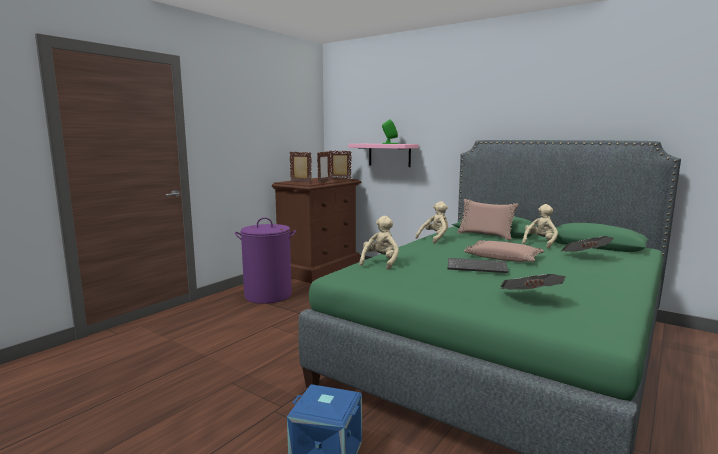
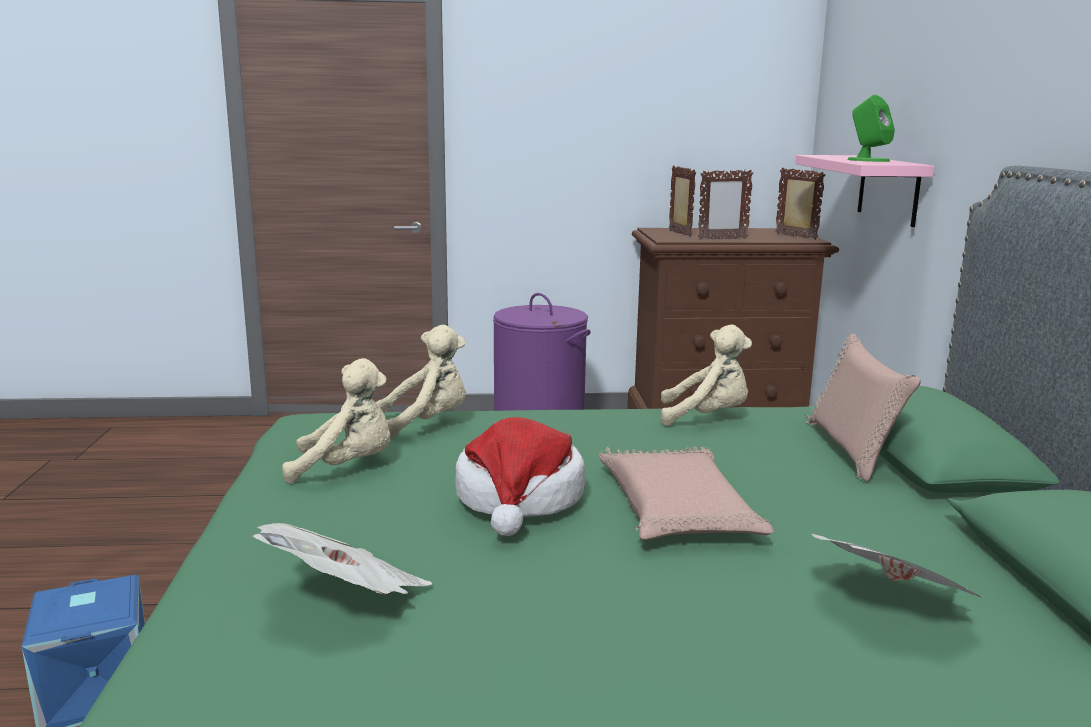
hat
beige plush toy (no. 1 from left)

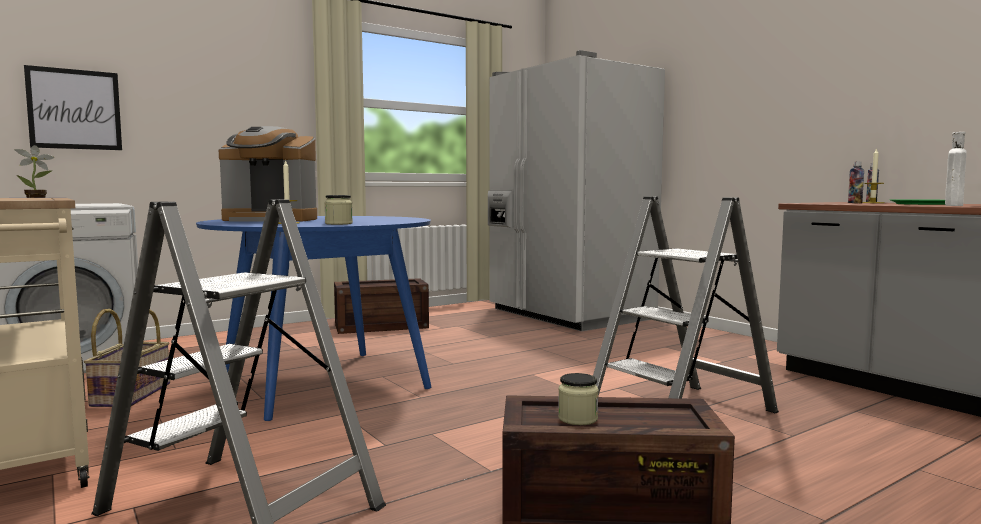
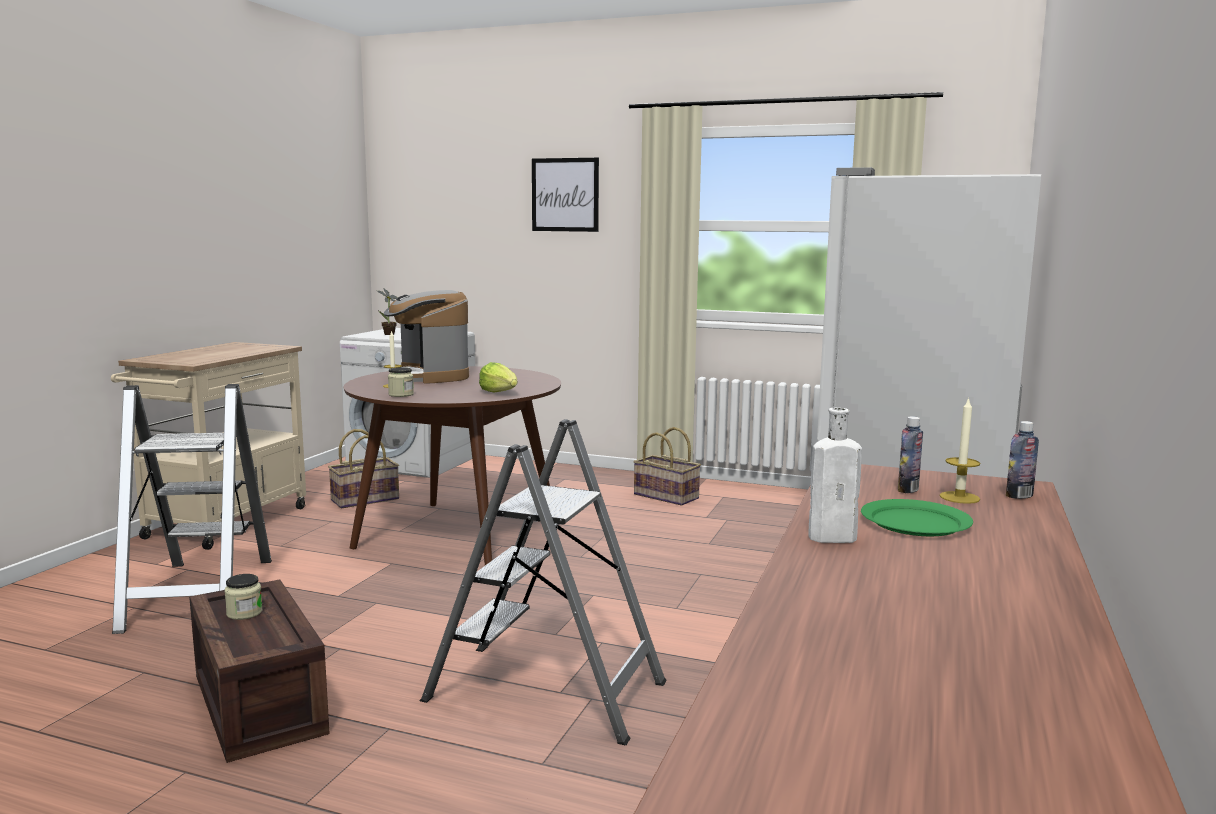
picture
brown dining table
basket (no. 2 from left)
lettuce

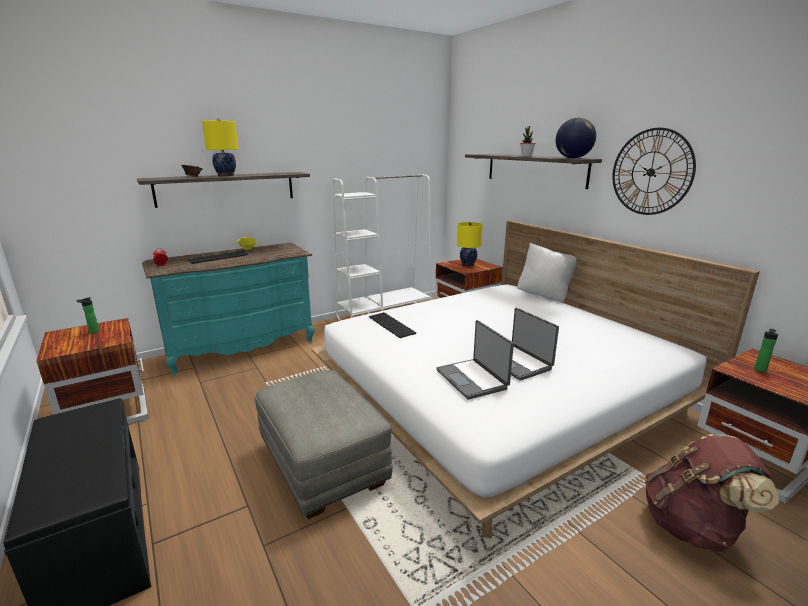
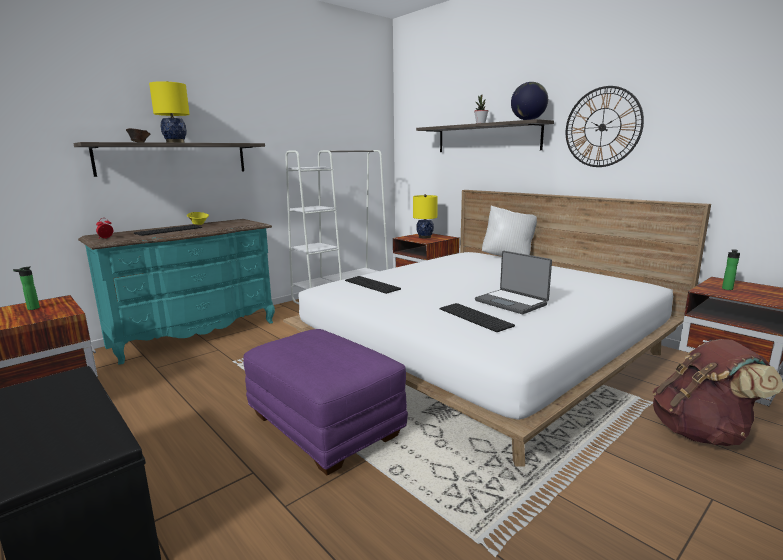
purple ottoman
keyboard (no. 3 from left)

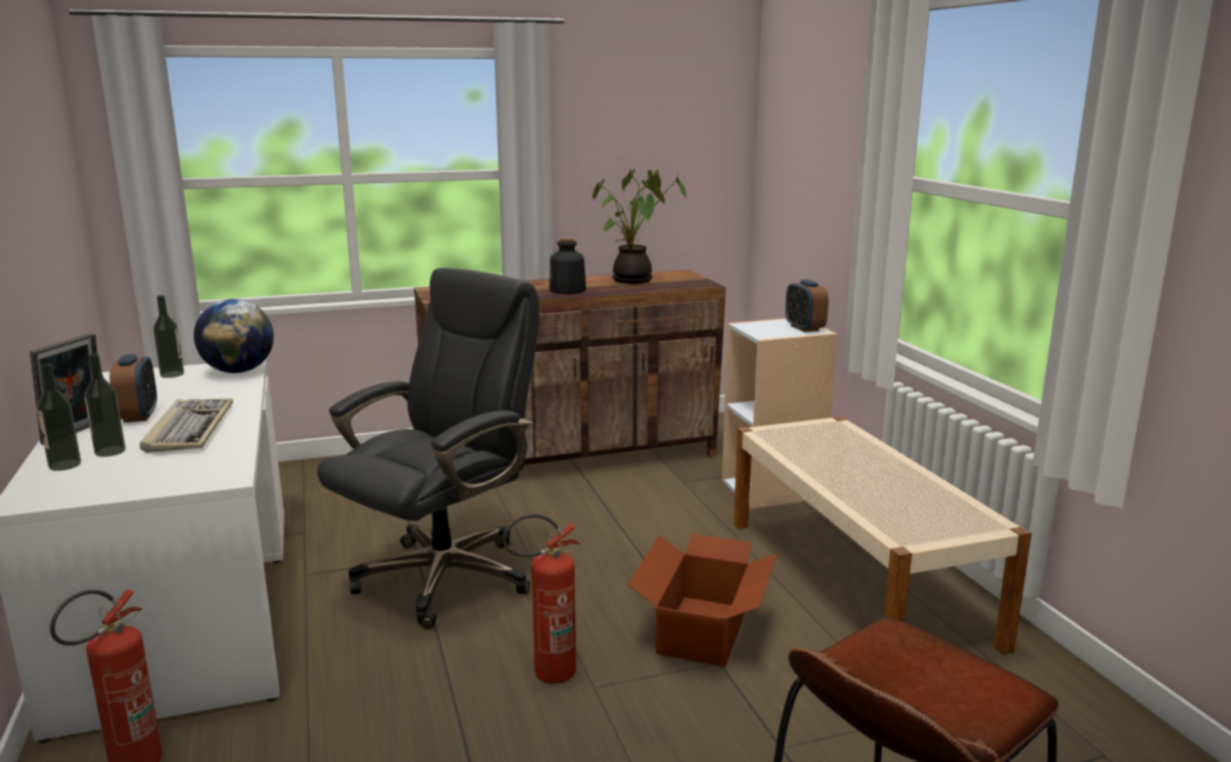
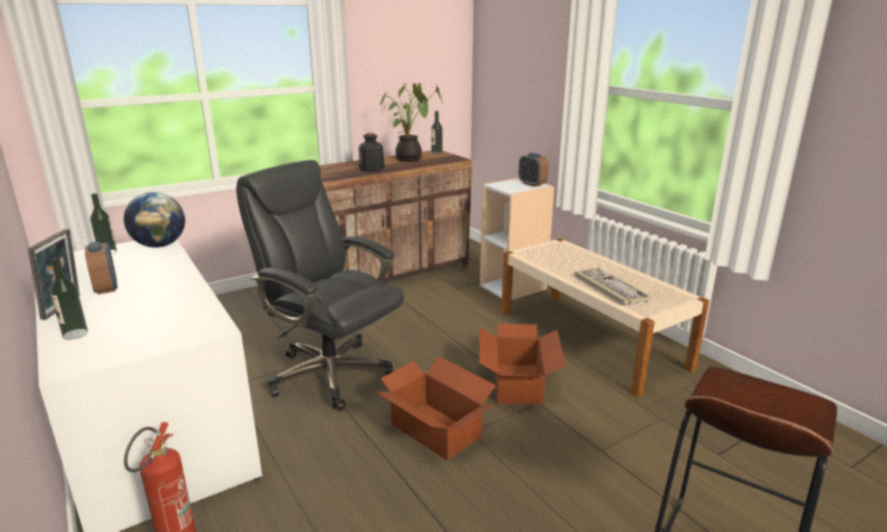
bottle (no. 4 from left)
keyboard
black office chair
cardboard box (no. 1 from left)

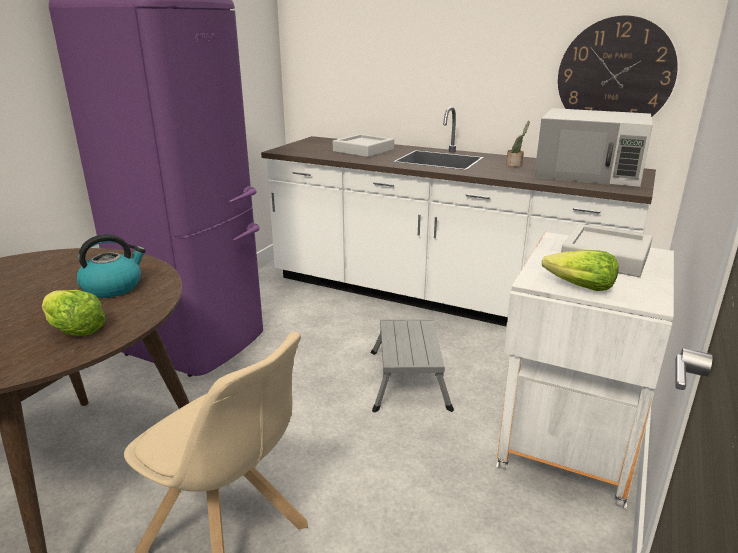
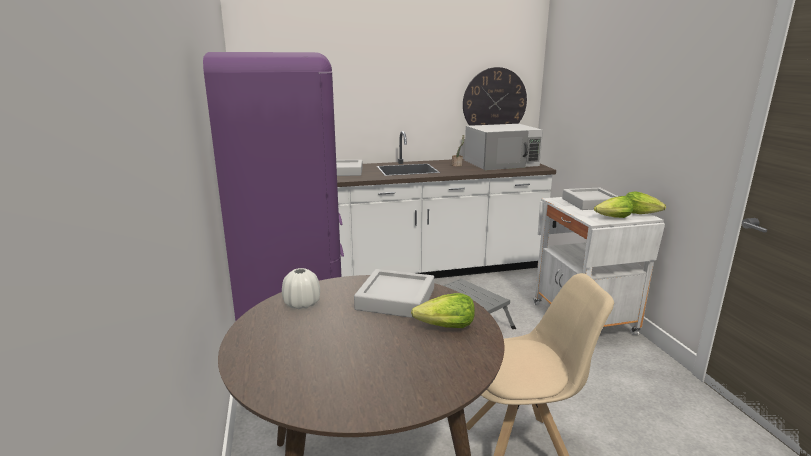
grey tray (no. 2 from left)
white vase
lettuce (no. 3 from left)

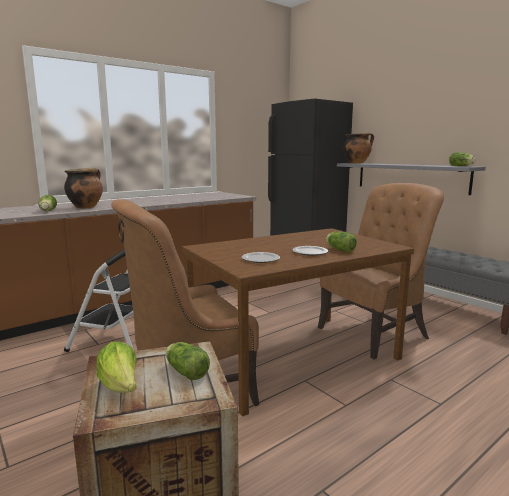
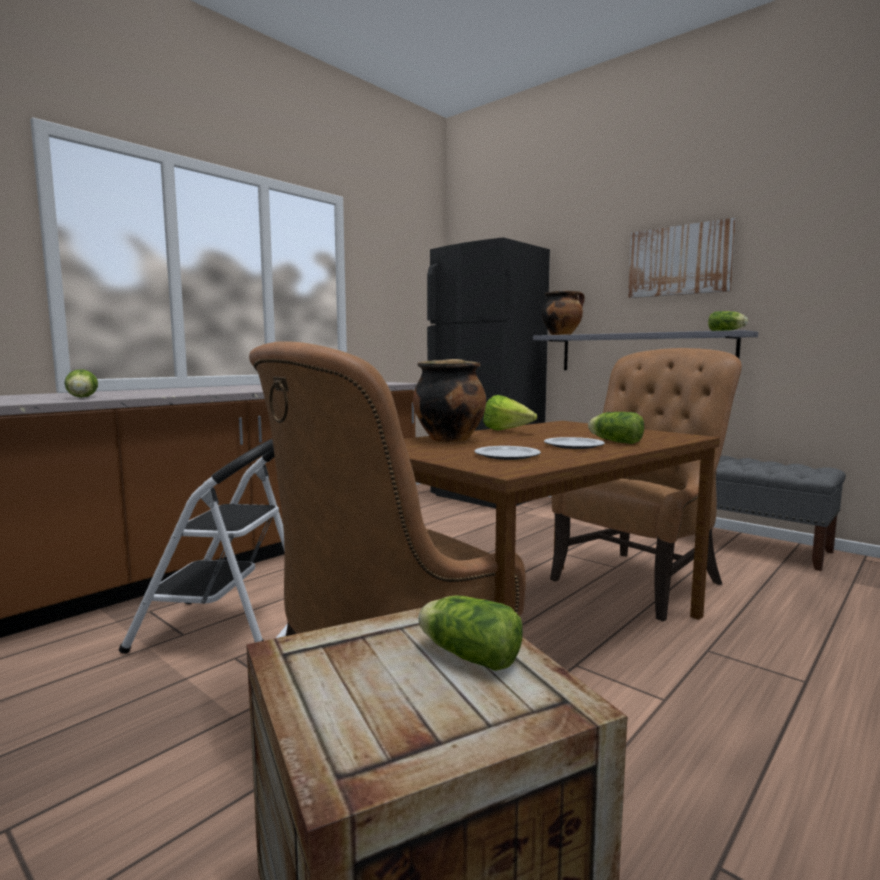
cooking pot (no. 1 from left)
lettuce (no. 3 from left)
picture

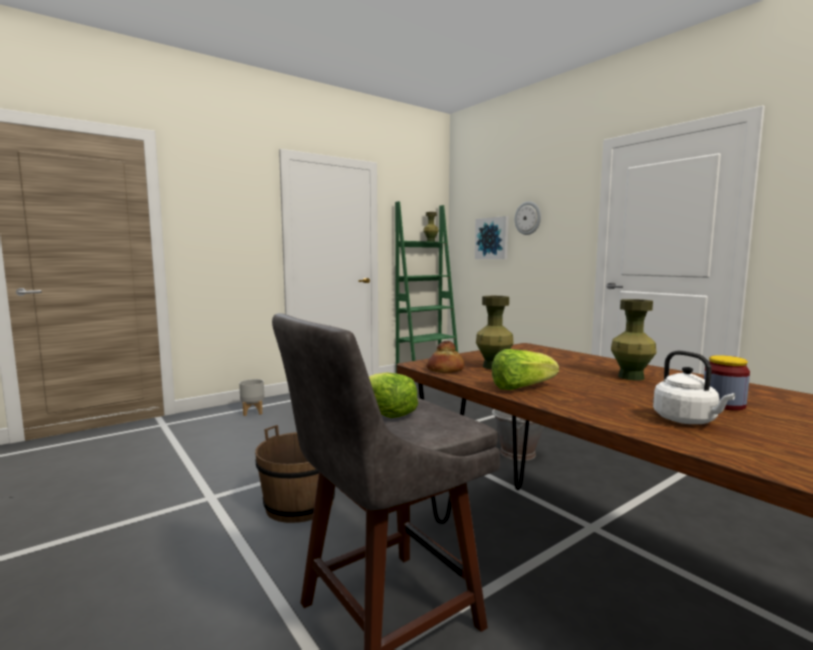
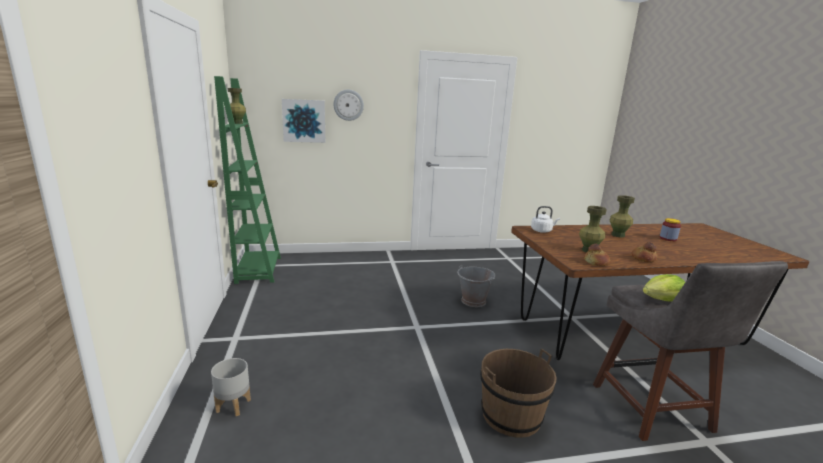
bread (no. 2 from left)
white kettle

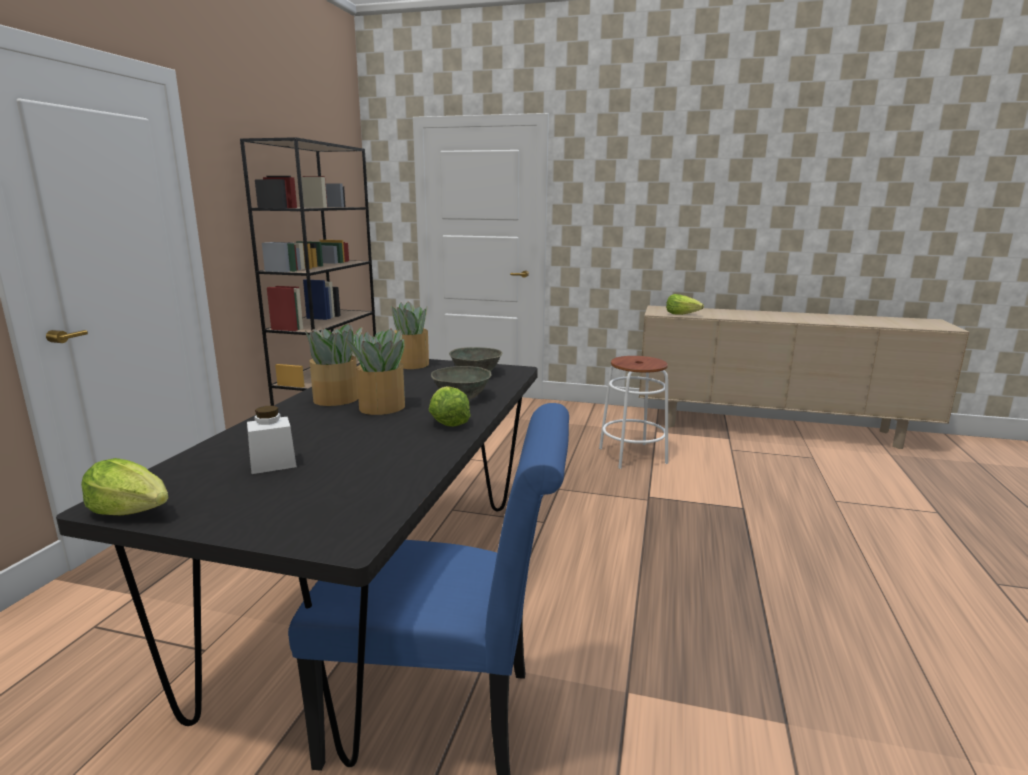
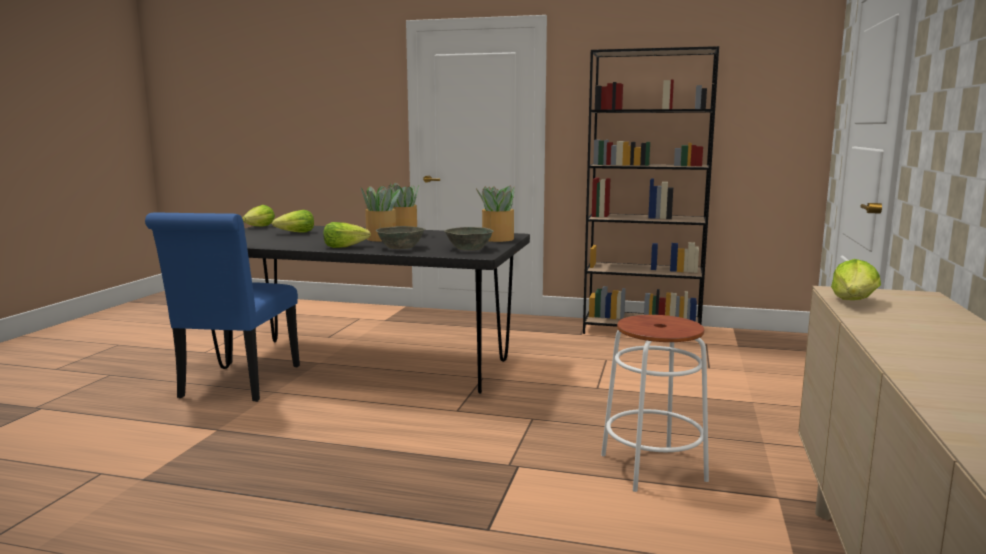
lettuce (no. 2 from left)

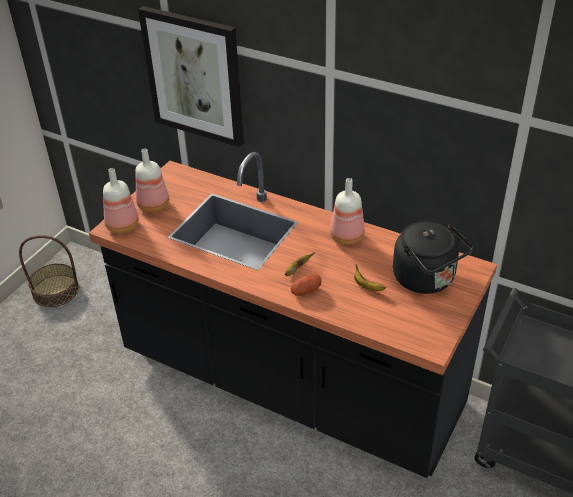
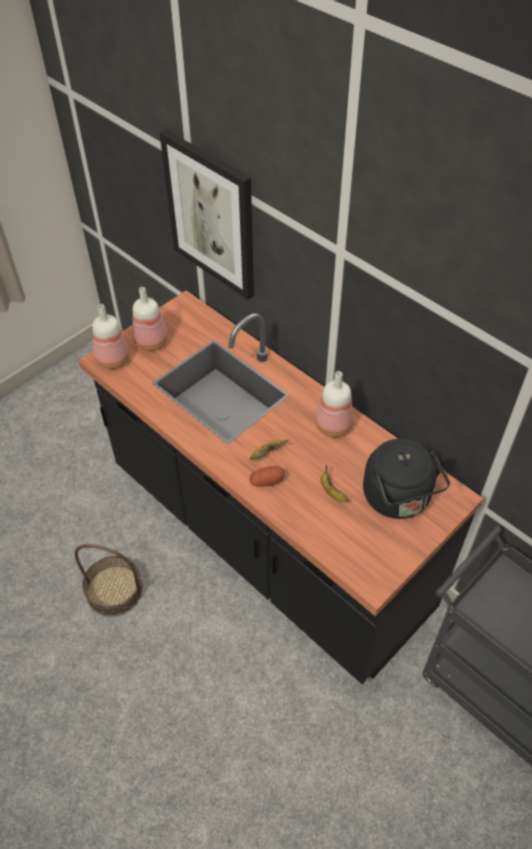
basket

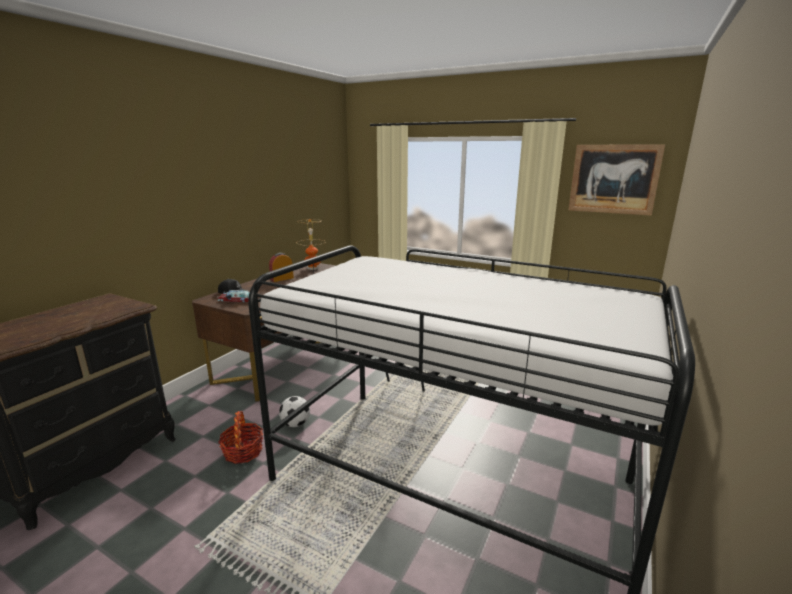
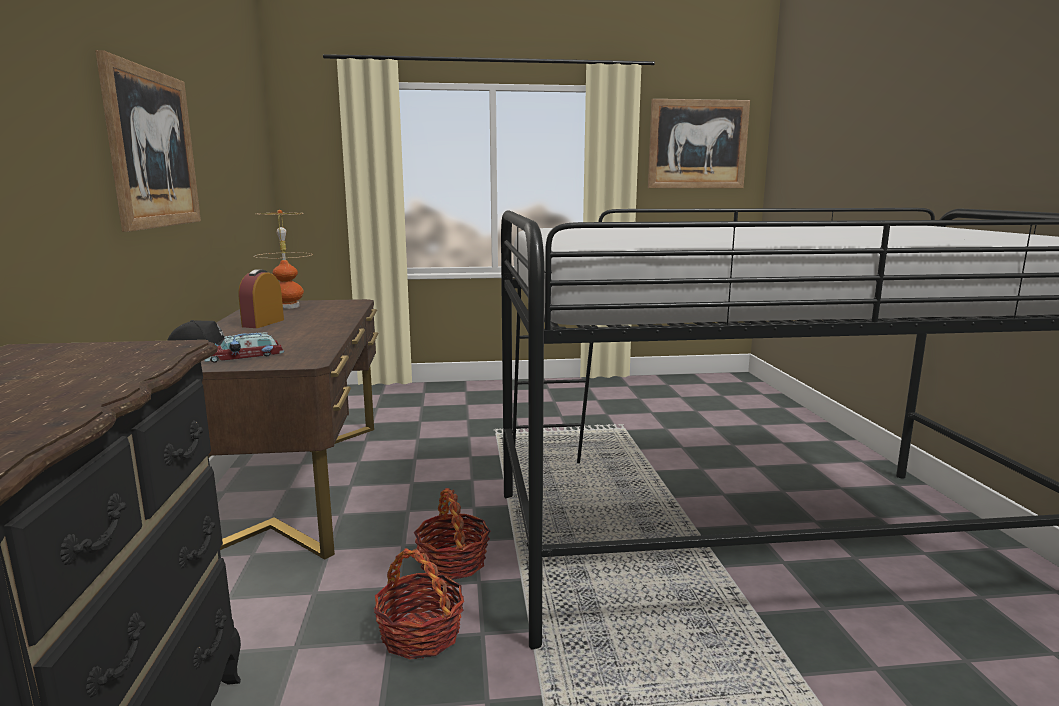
basket (no. 2 from left)
picture (no. 1 from left)

